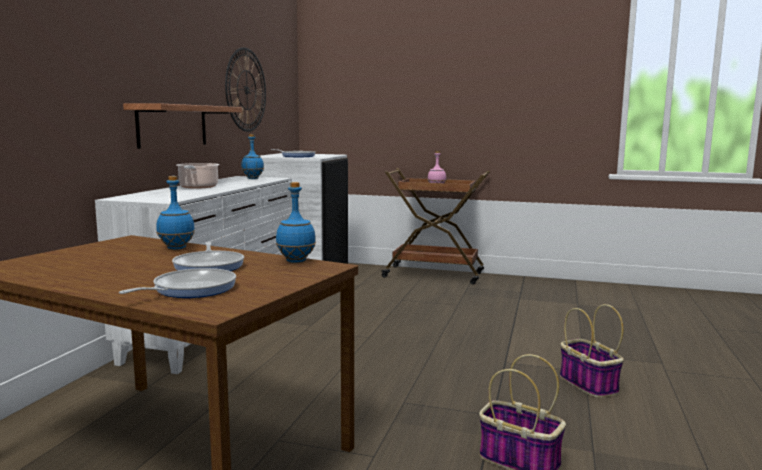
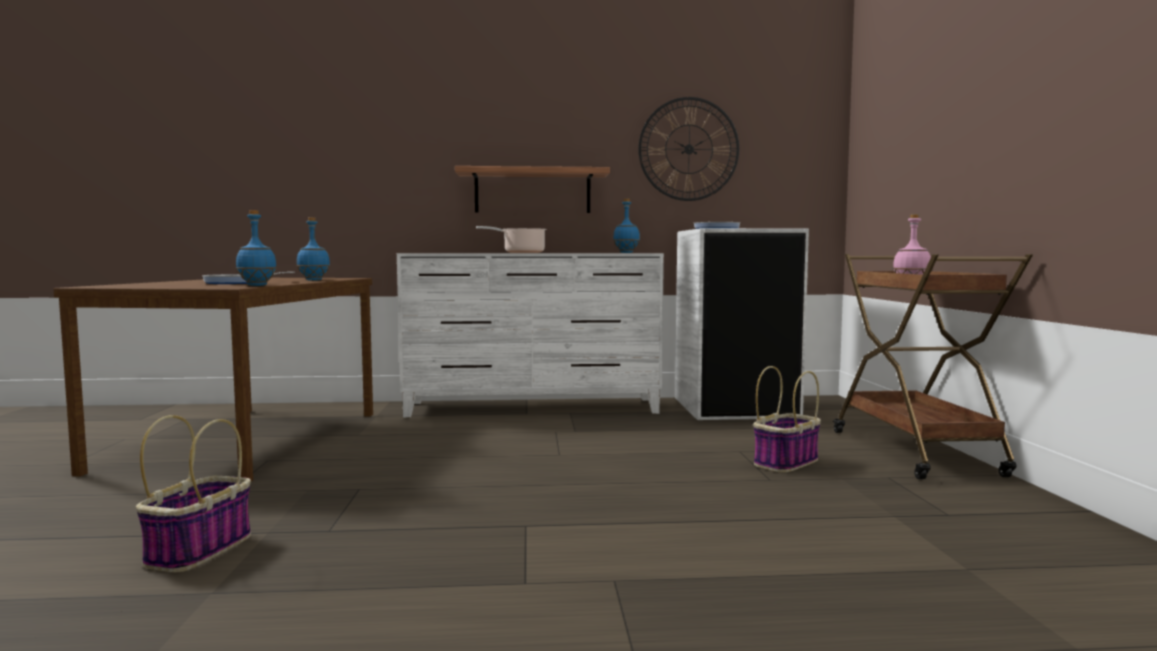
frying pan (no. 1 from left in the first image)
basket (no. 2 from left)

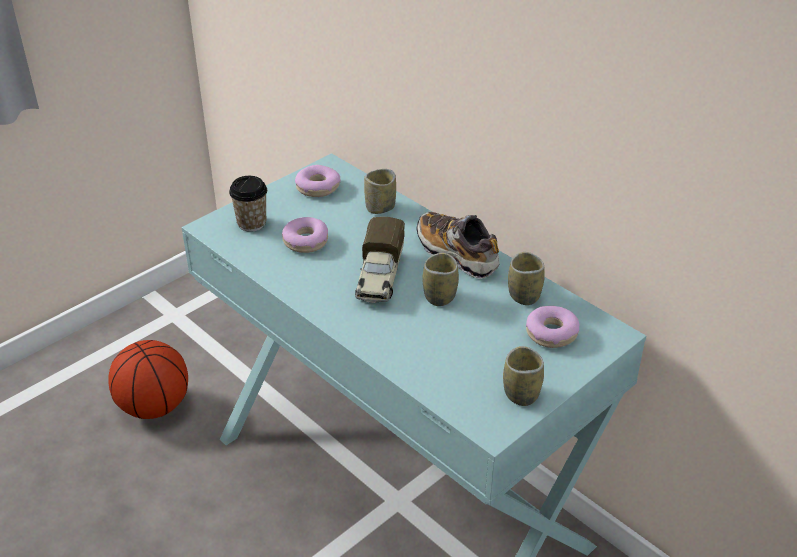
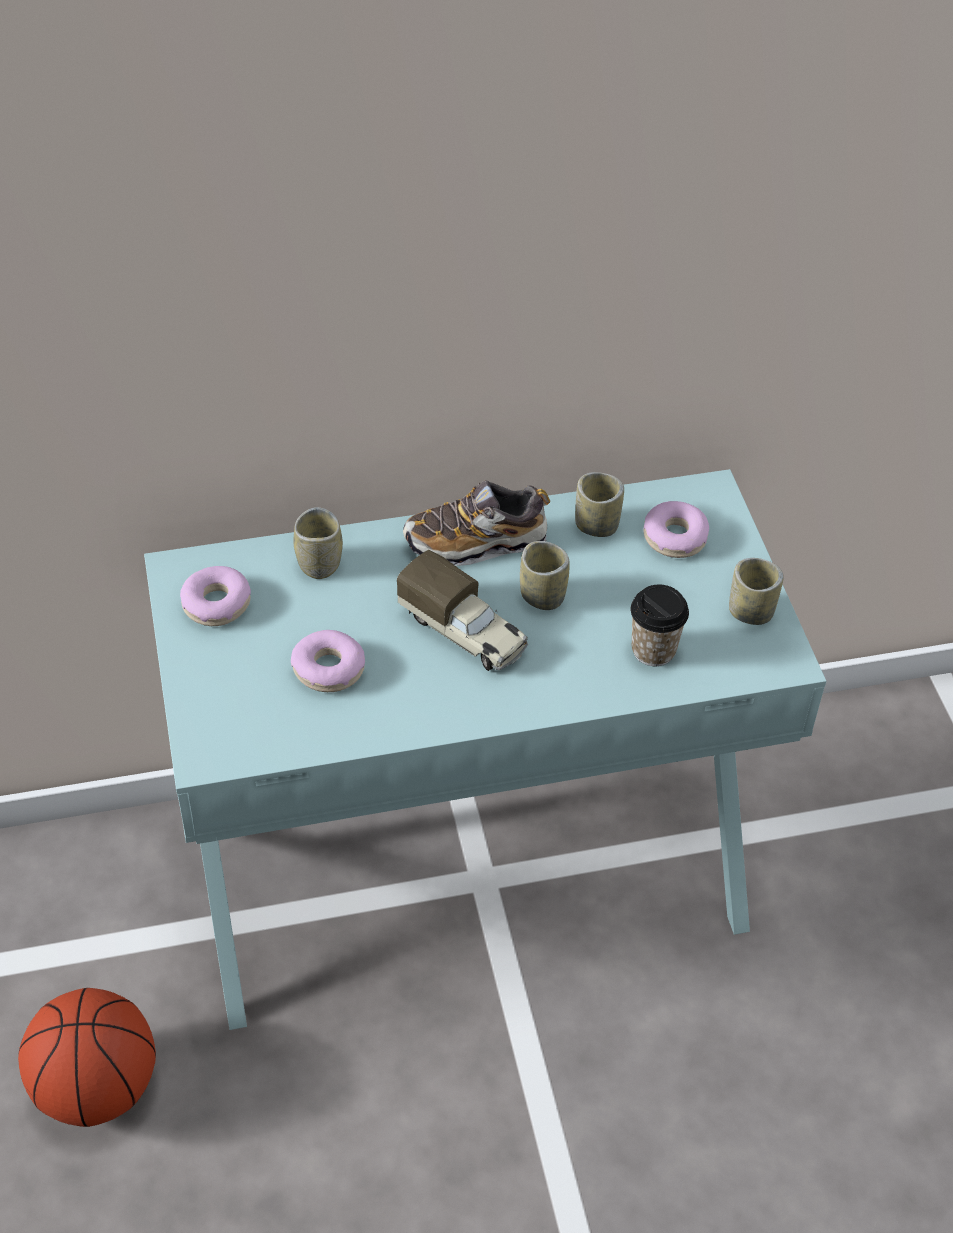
cup (no. 4 from left)

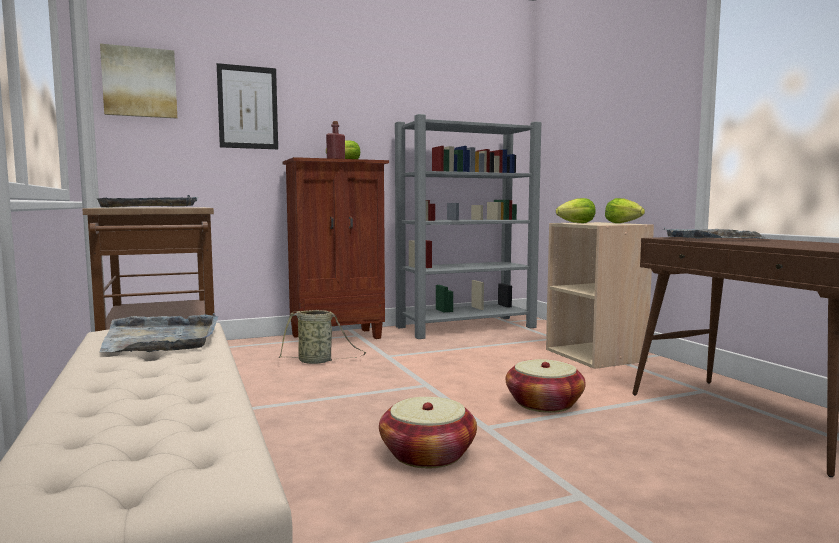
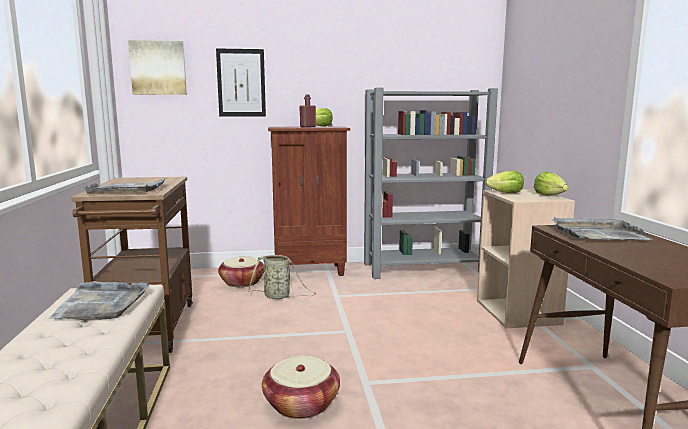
basket (no. 1 from left)

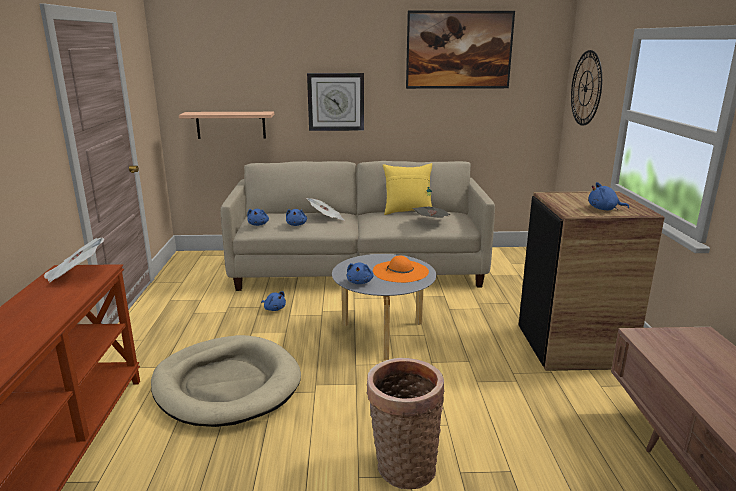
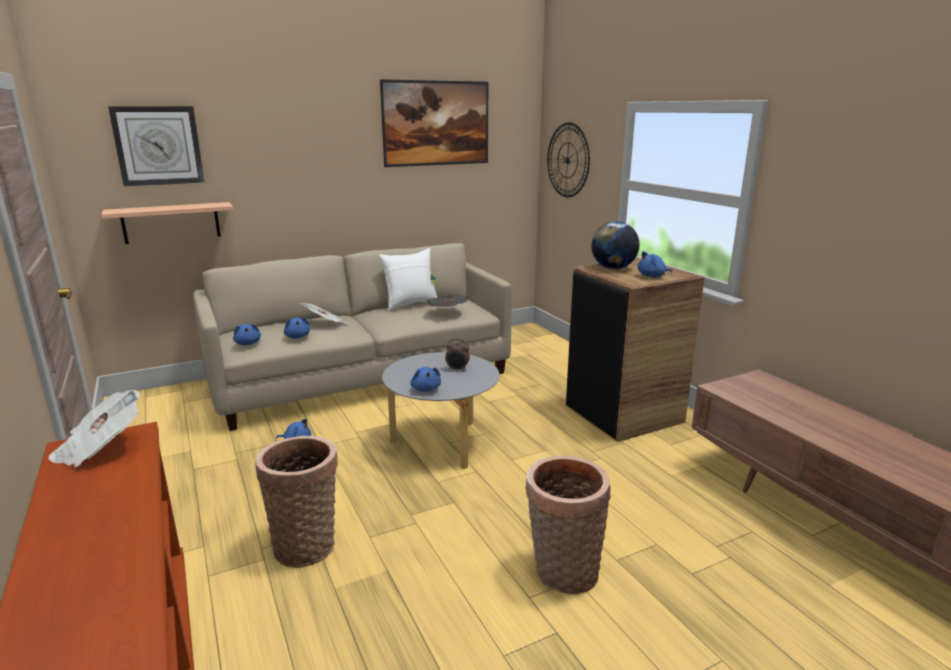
basket (no. 1 from left)
wall clock (no. 1 from left)
alarm clock
white pillow
globe

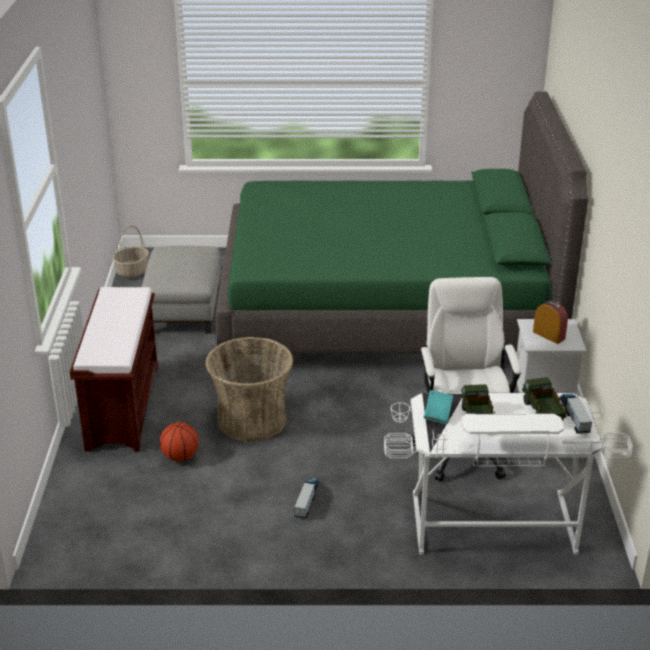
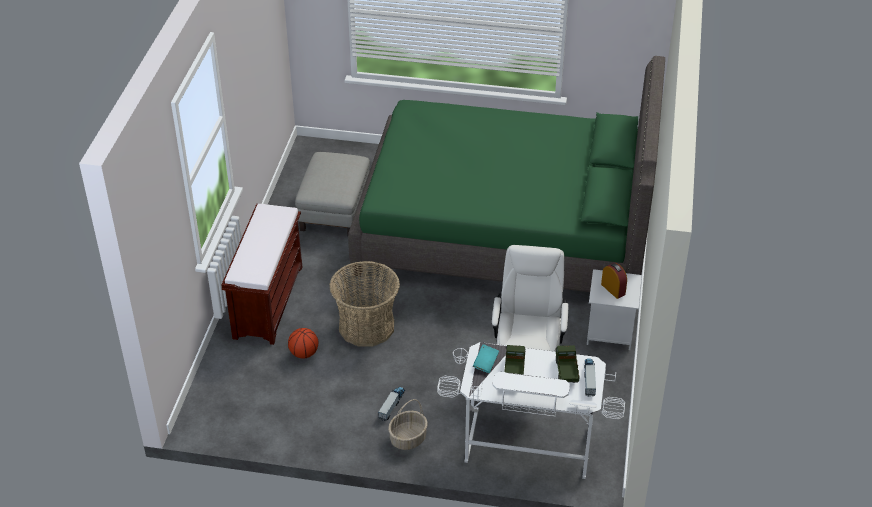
basket (no. 2 from left)

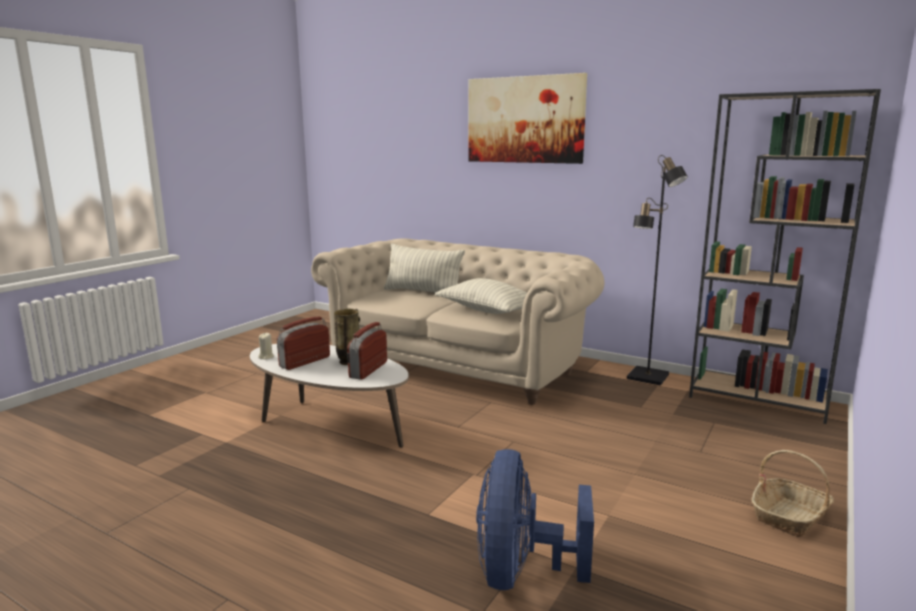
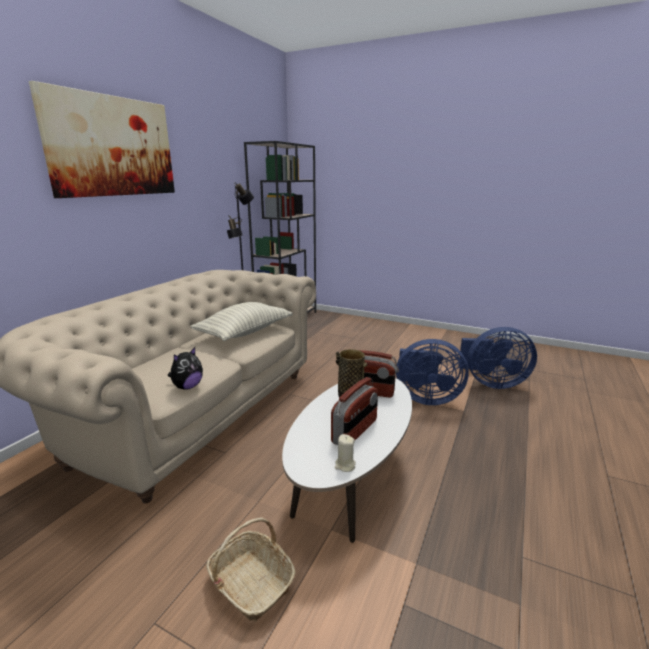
radio (no. 1 from left)
pillow (no. 1 from left in the first image)
basket
plush toy
blue fan (no. 1 from left)

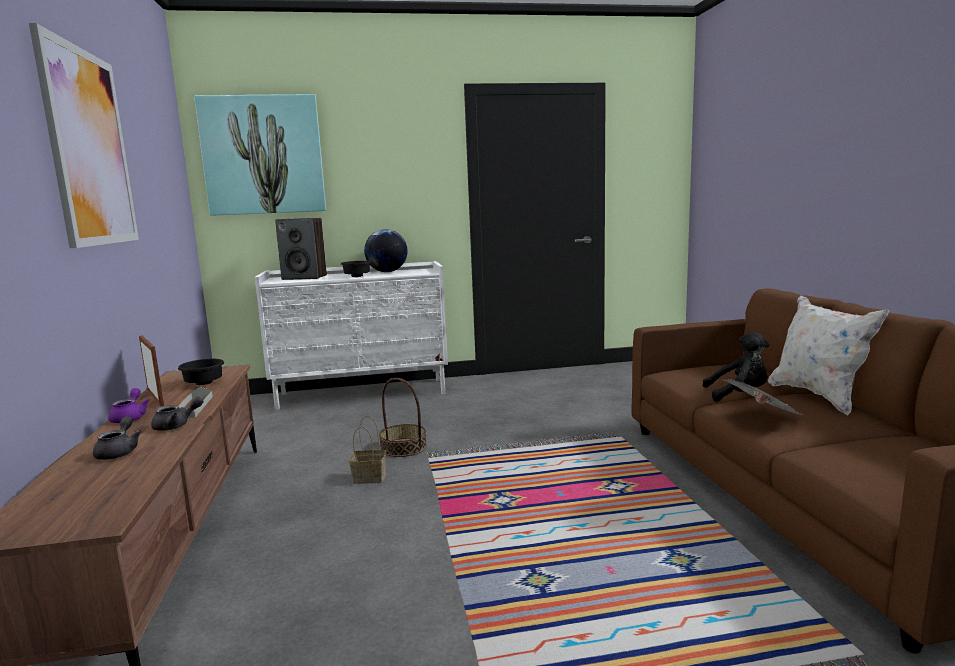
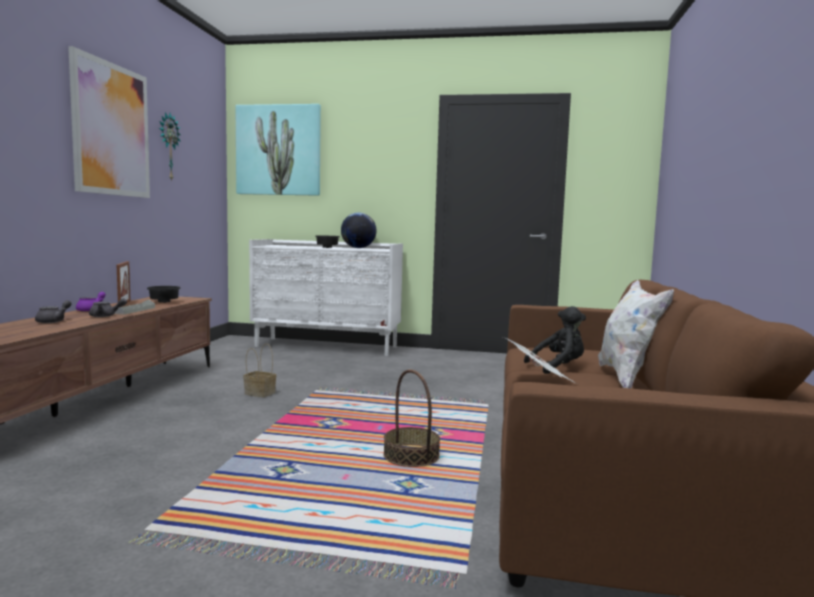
speaker
basket (no. 2 from left)
black plush toy
wall clock

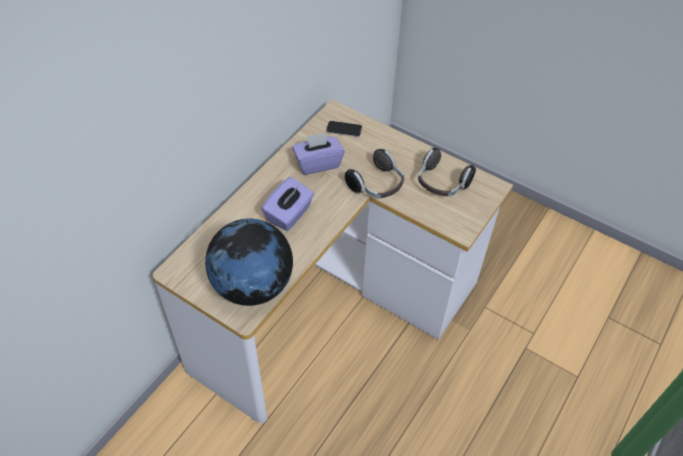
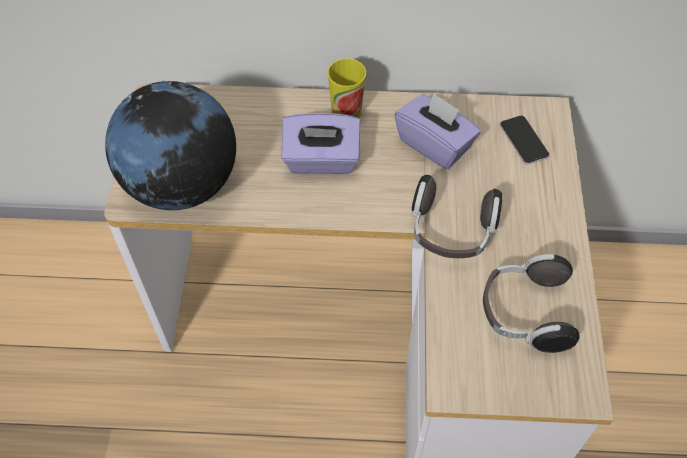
cup

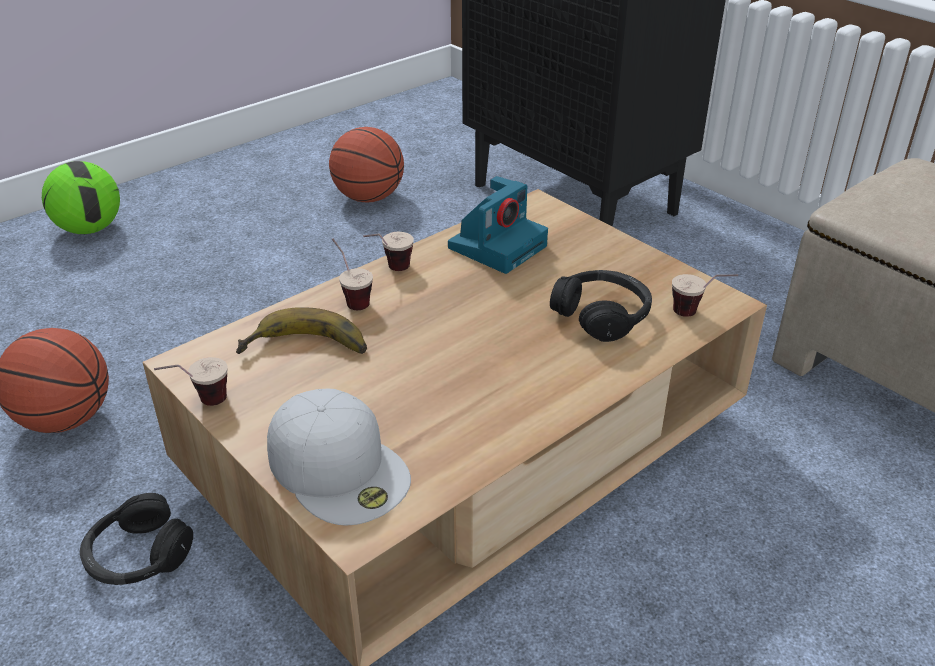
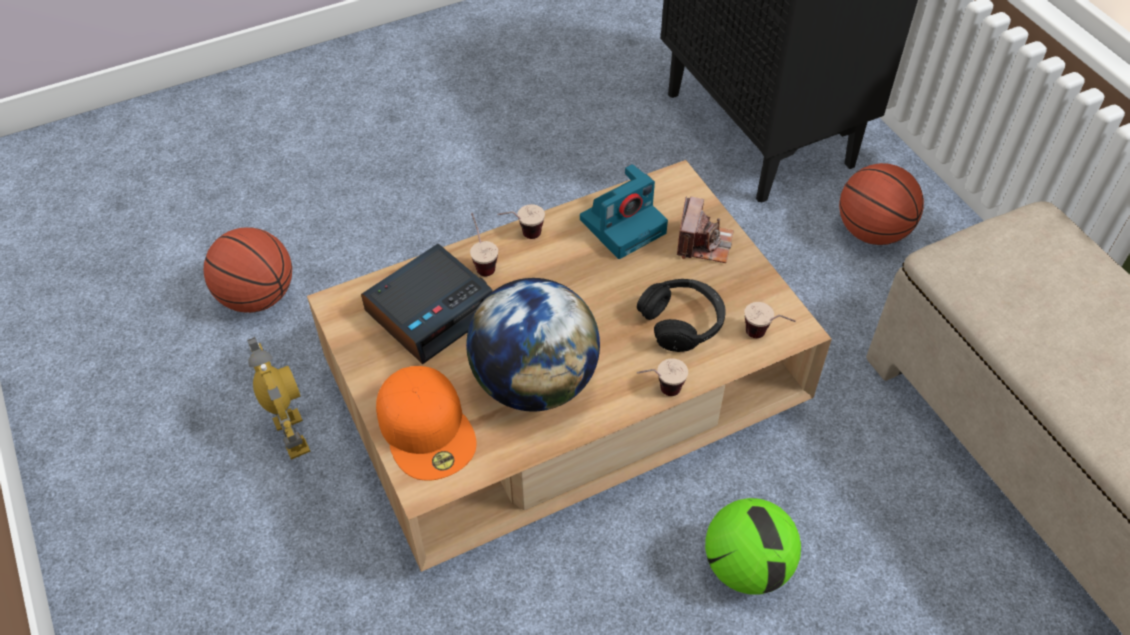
football
toy robot
cup (no. 3 from left)
alarm clock
orange cap
basketball (no. 2 from left)
globe
photo camera (no. 2 from left)

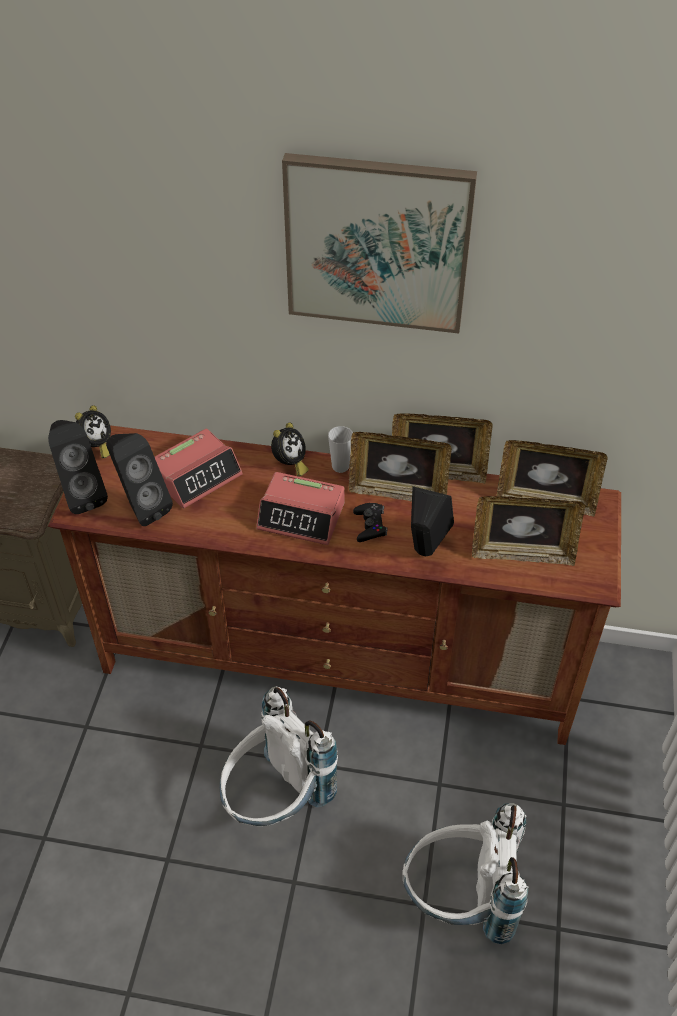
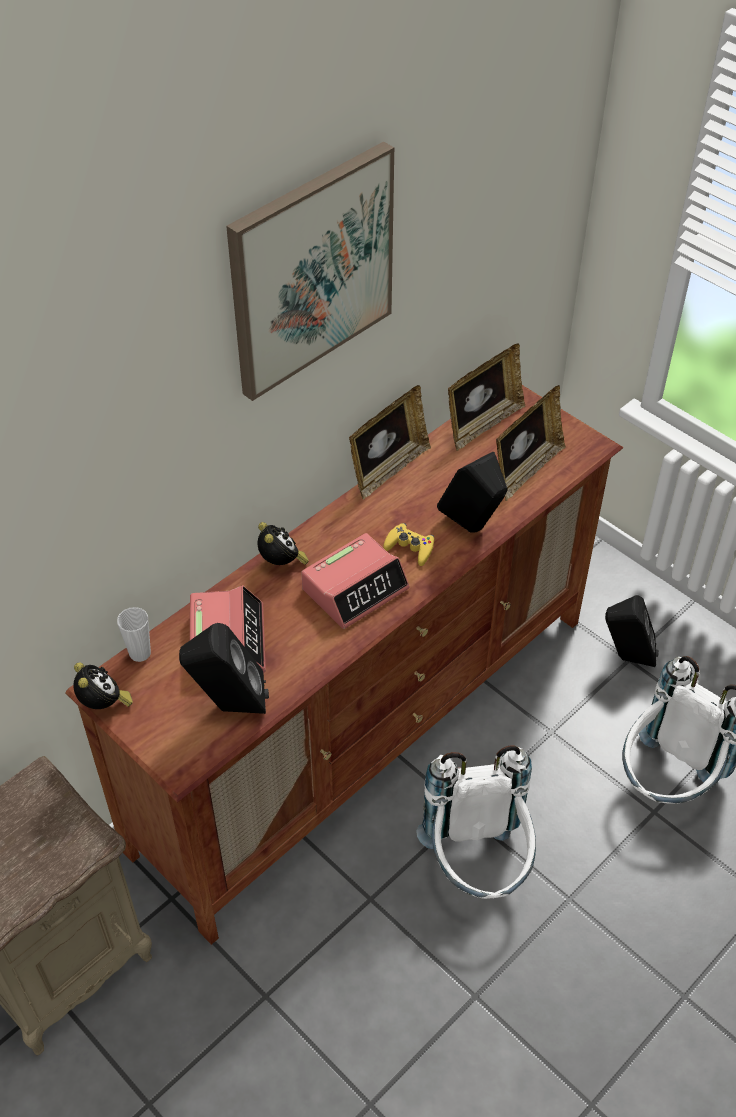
black speaker (no. 3 from left)
cup
picture frame (no. 1 from left in the first image)
yellow game controller

